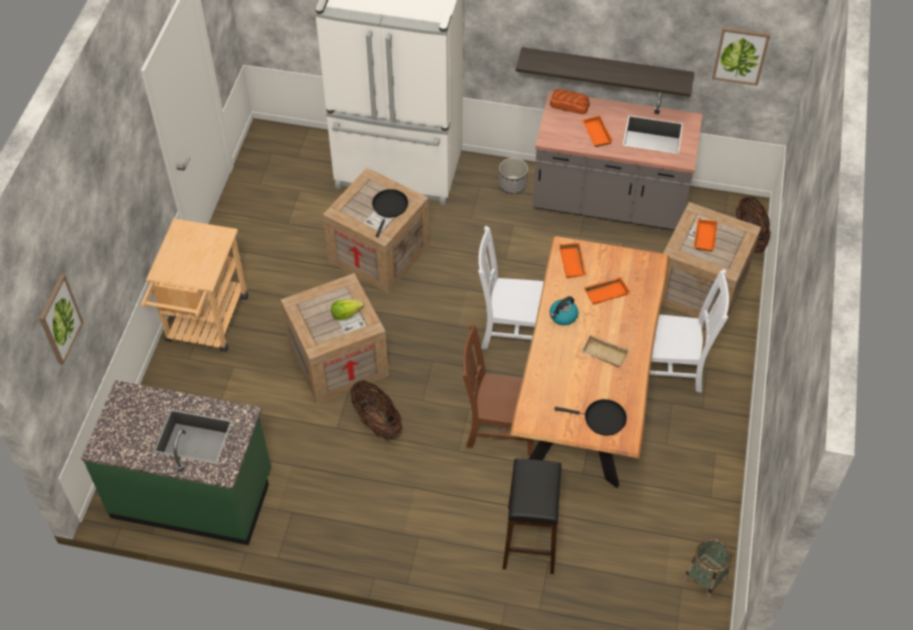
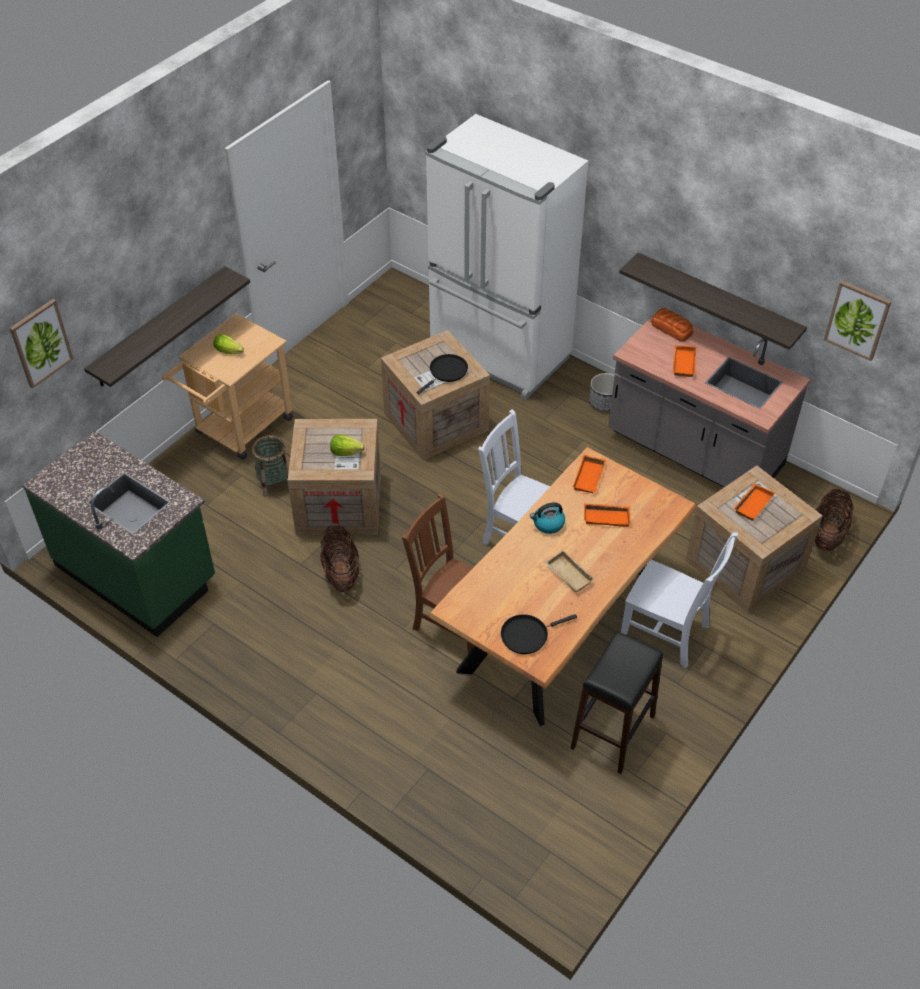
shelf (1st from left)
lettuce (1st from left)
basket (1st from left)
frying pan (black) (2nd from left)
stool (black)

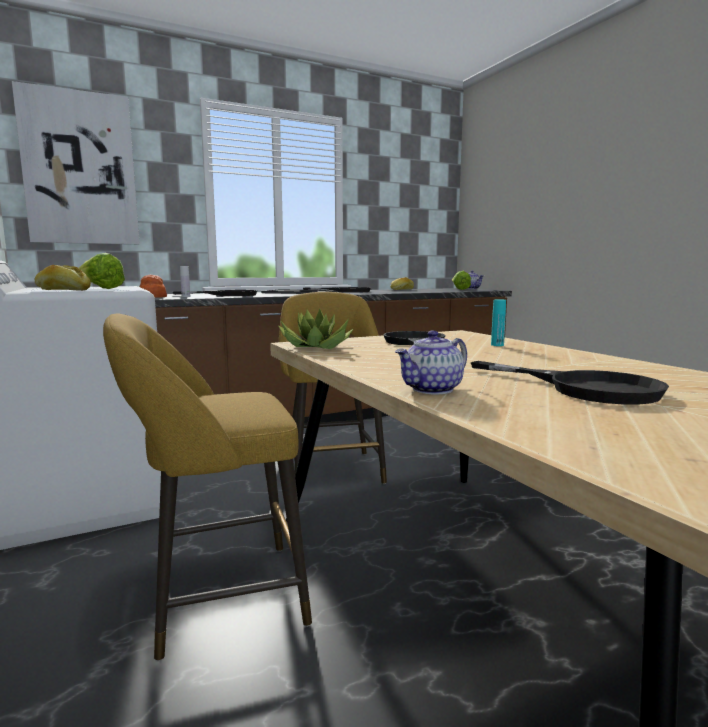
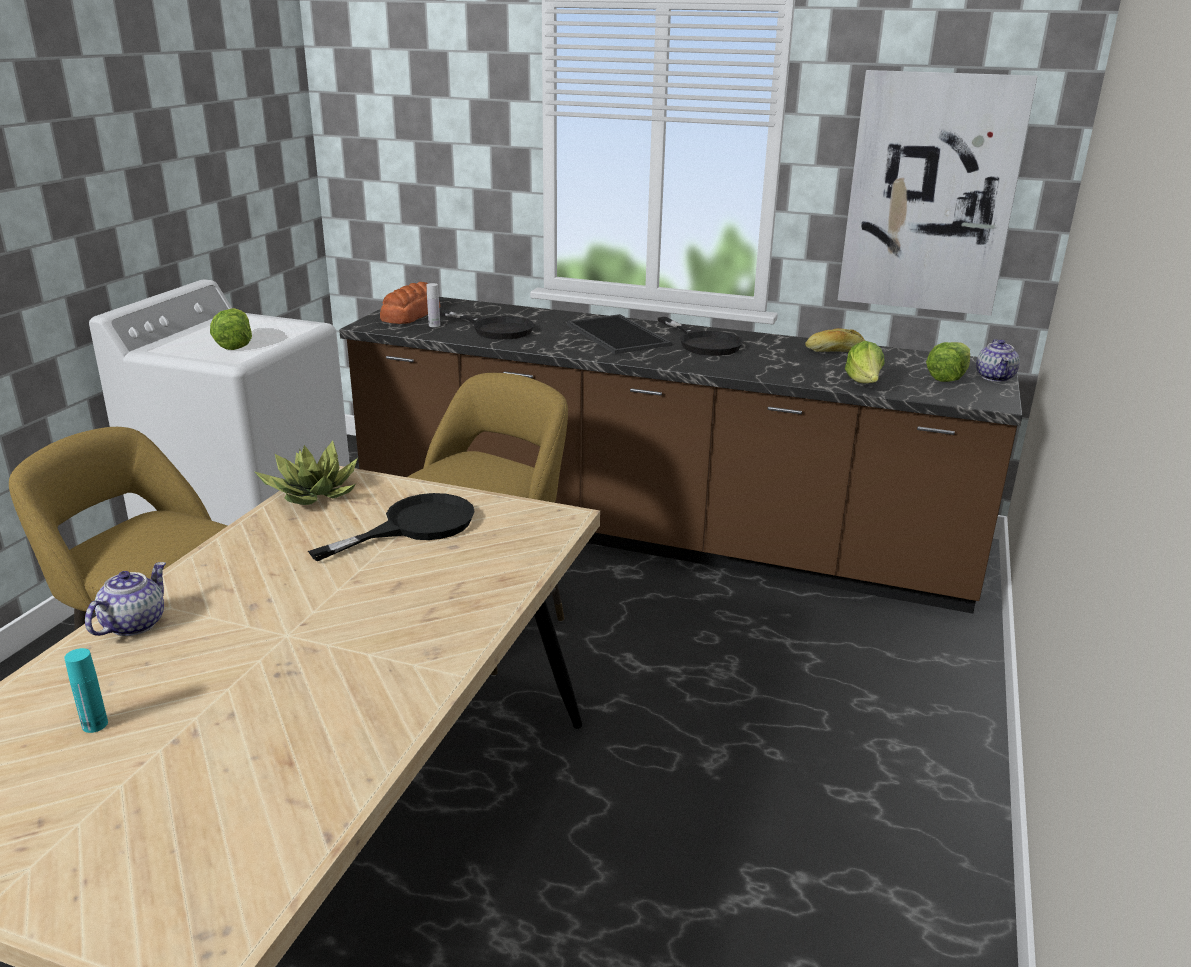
bottle (turquoise)
teapot (1st from left)
picture
lettuce (2nd from left)
bread (1st from left in the first image)
frying pan (black) (4th from left in the first image)

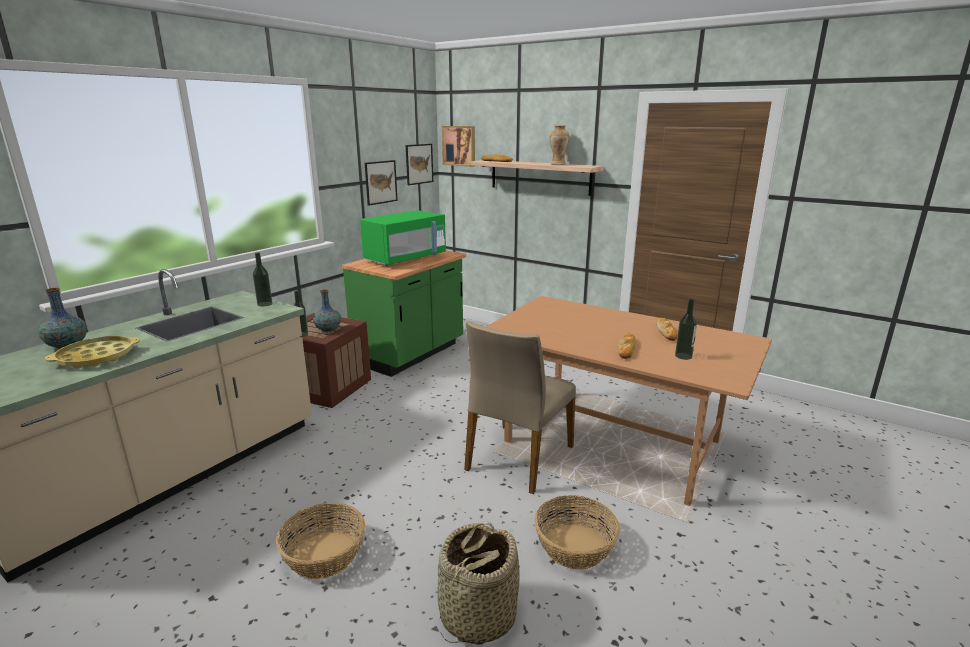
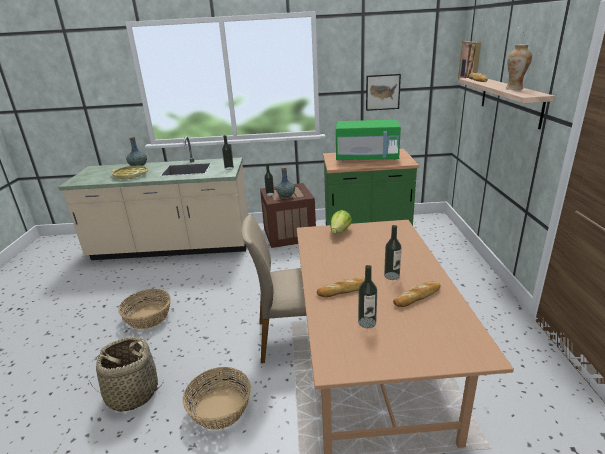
lettuce
bottle (4th from left)
picture (2nd from left in the first image)

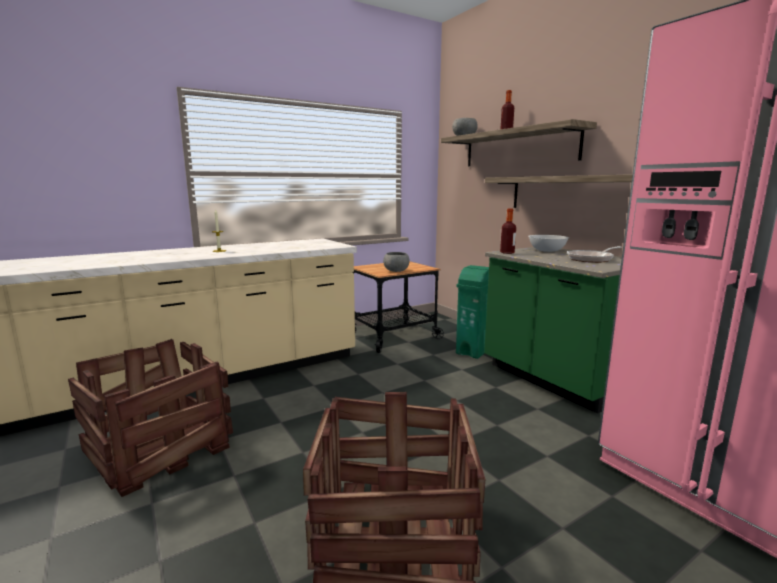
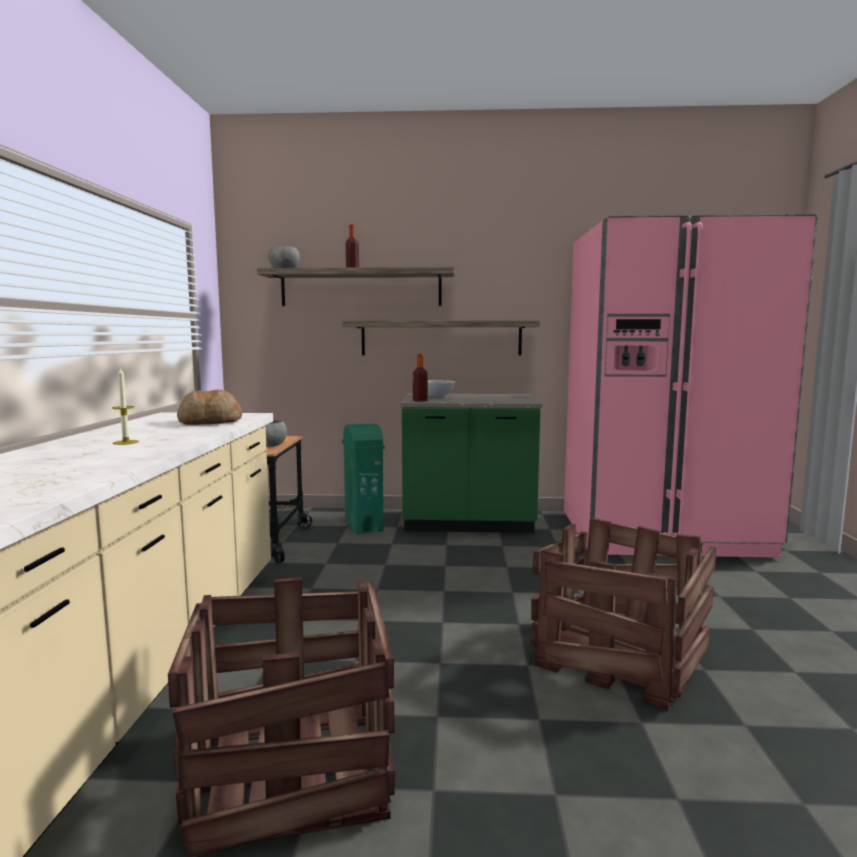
bread
frying pan

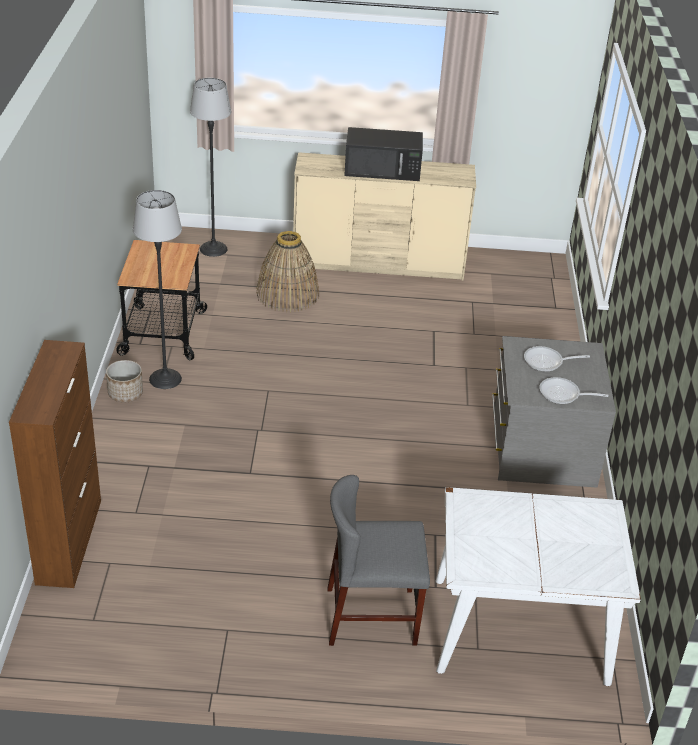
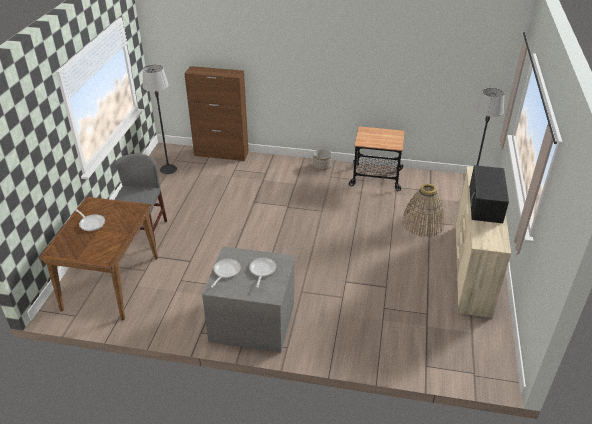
dining table (brown)
frying pan (1st from left)
floor lamp (1st from left)

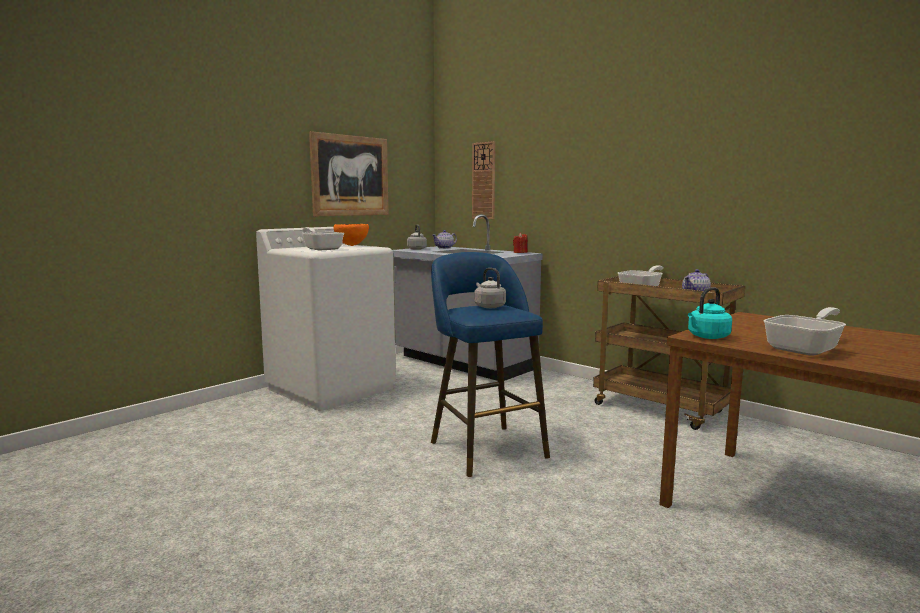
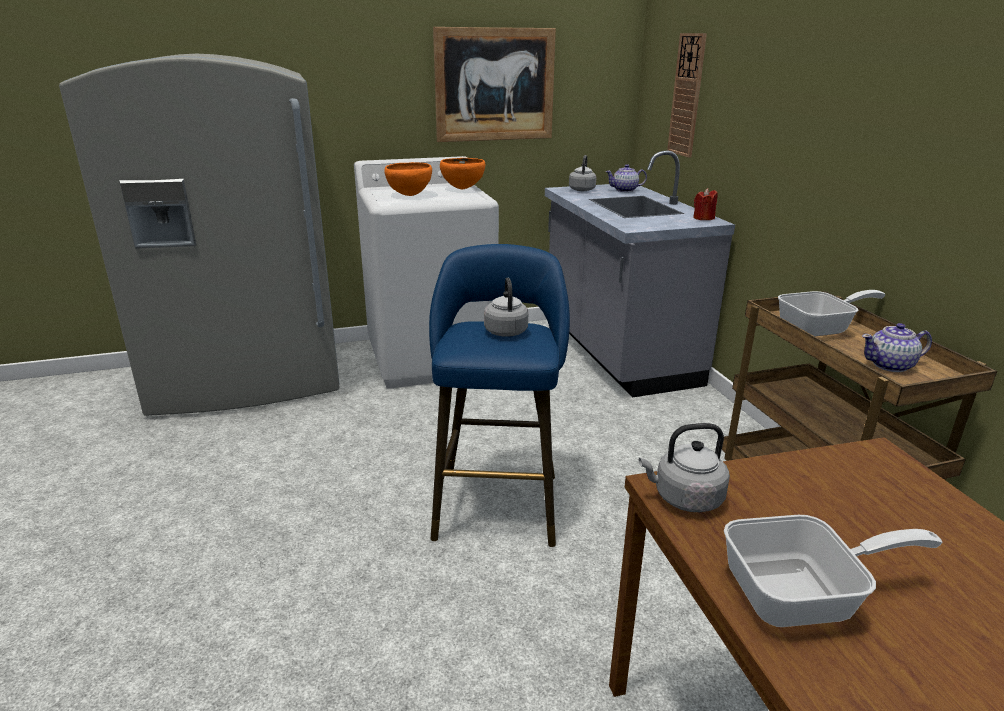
fridge (grey)
bowl (orange) (1st from left)
kettle (grey) (3rd from left)

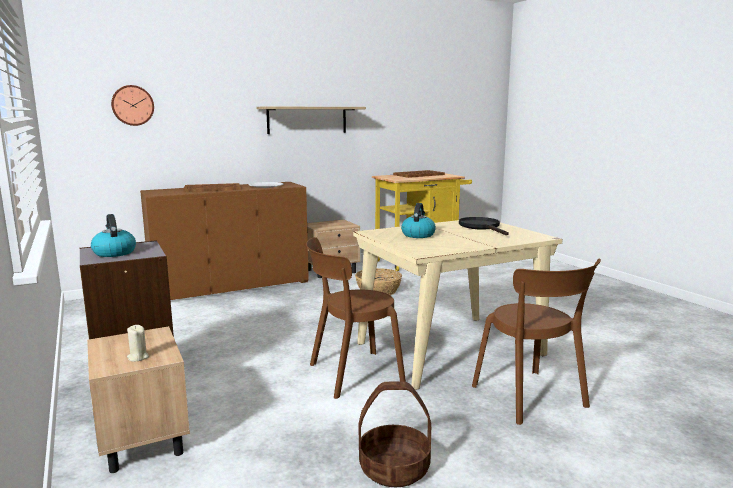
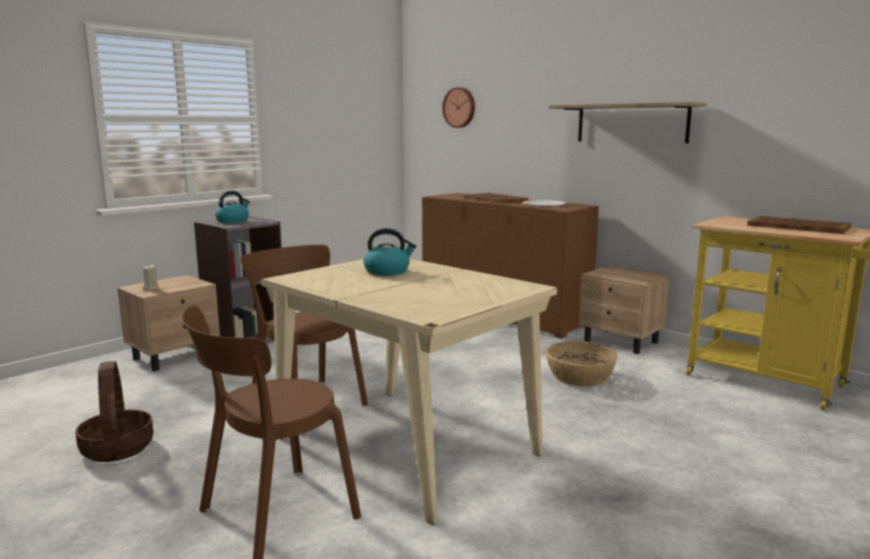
frying pan (black)

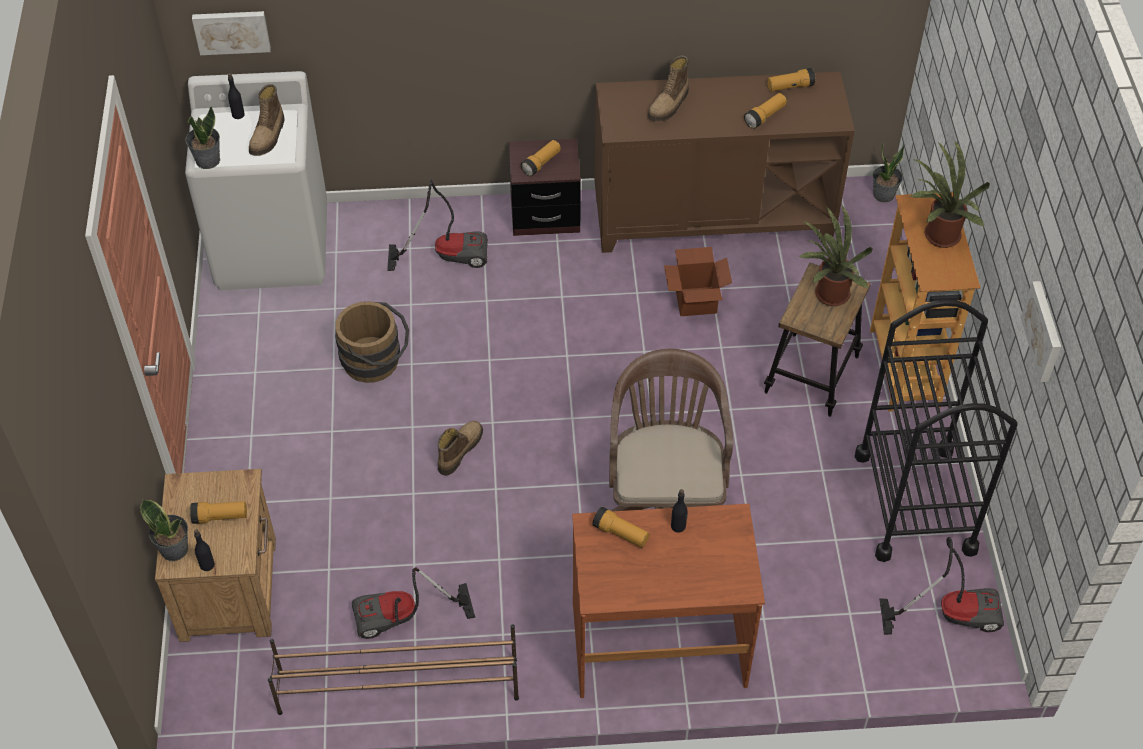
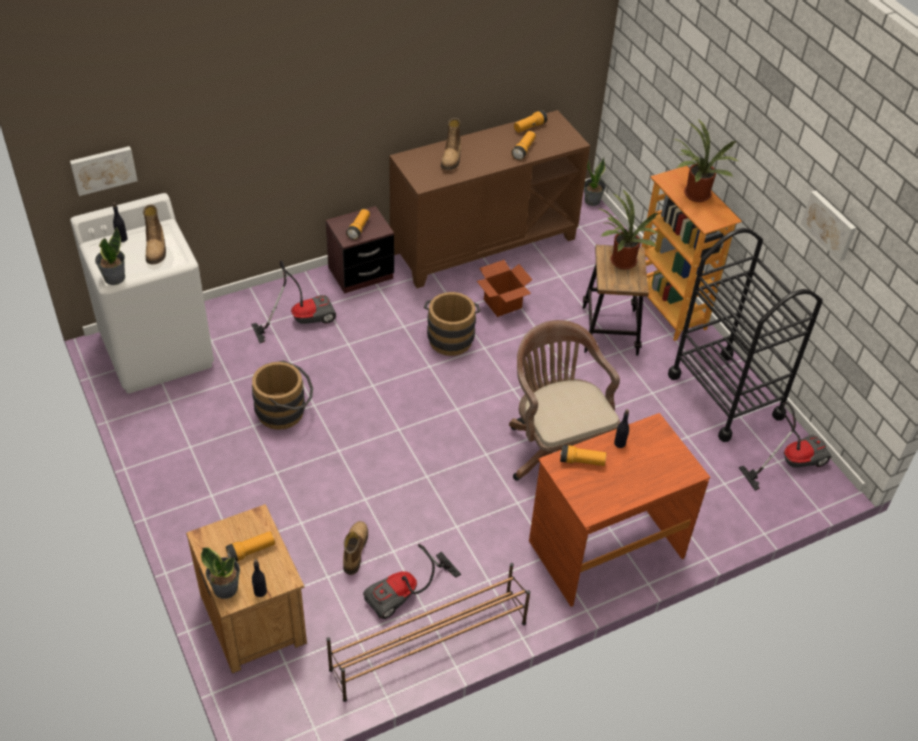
boot (2nd from left)
bucket (brown) (2nd from left)

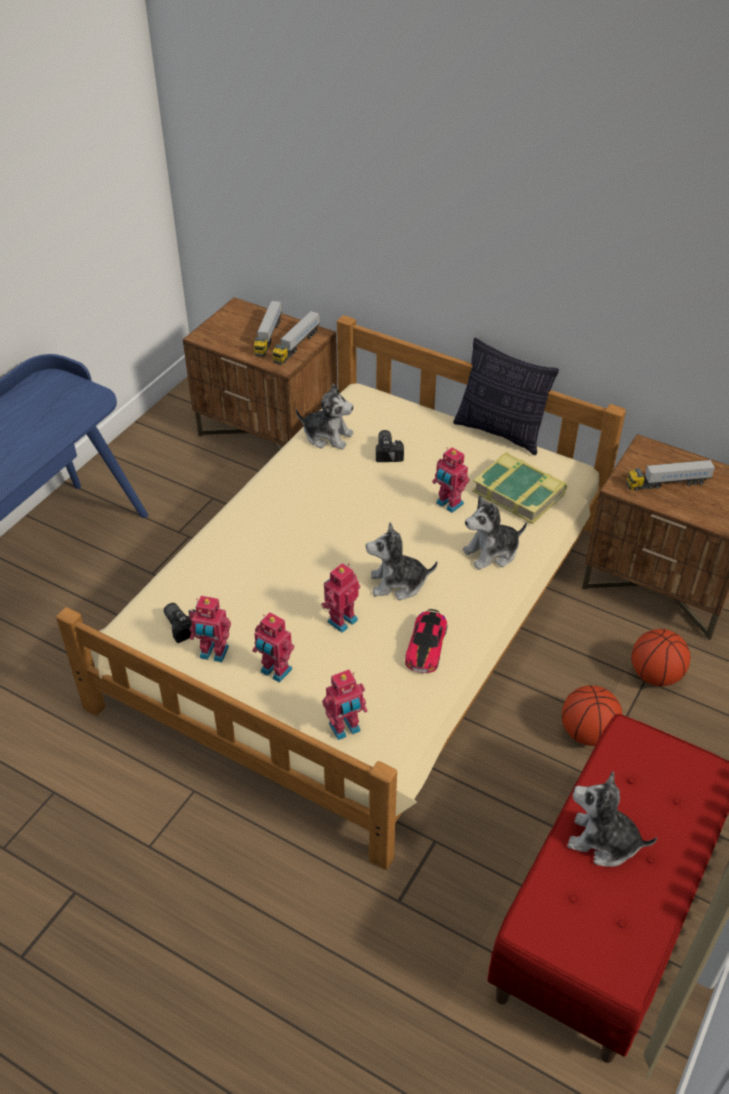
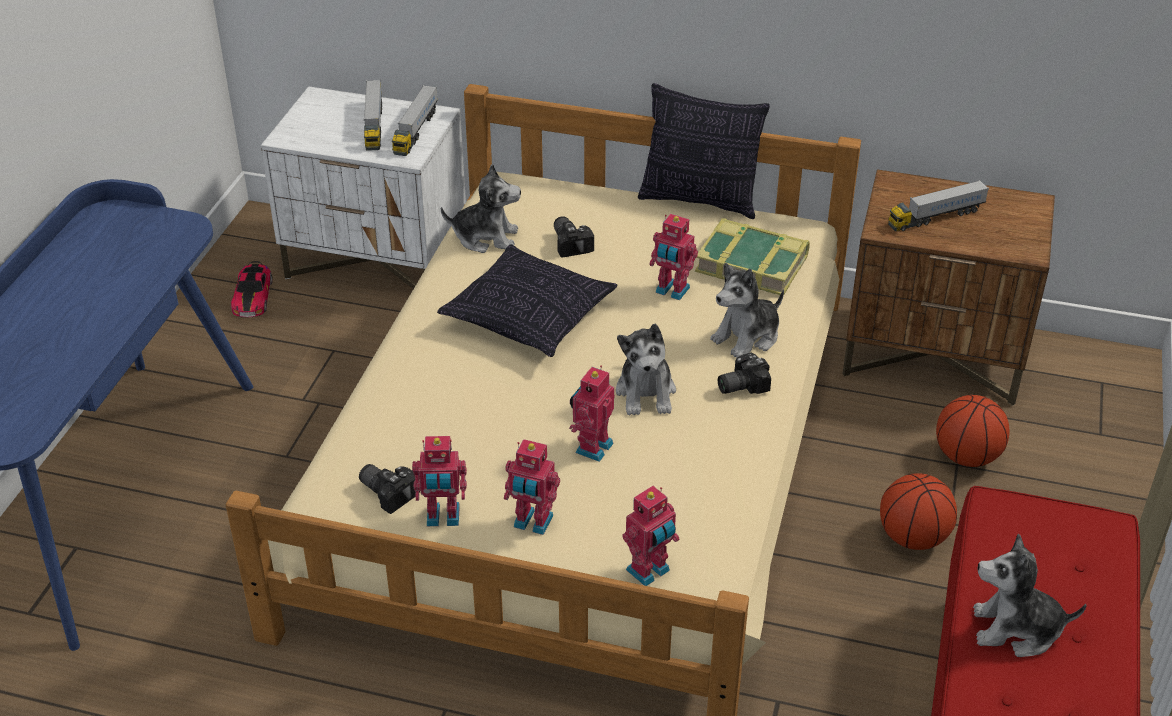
toy car
nightstand (white)
pillow (1st from left)
plush toy (2nd from left)
photo camera (3rd from left)

